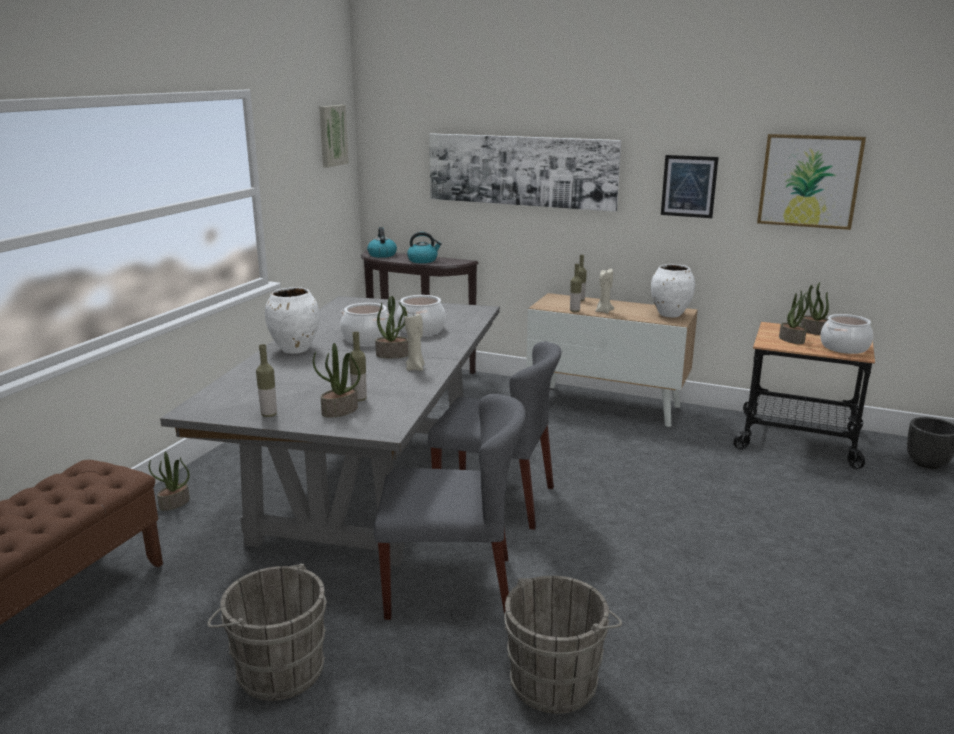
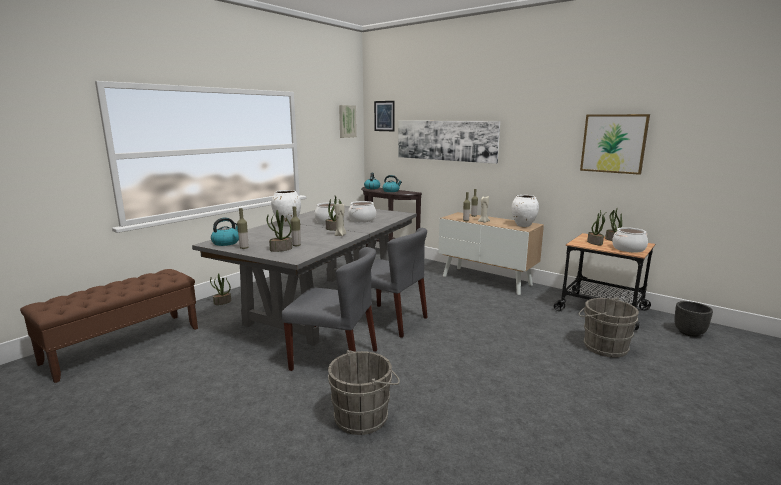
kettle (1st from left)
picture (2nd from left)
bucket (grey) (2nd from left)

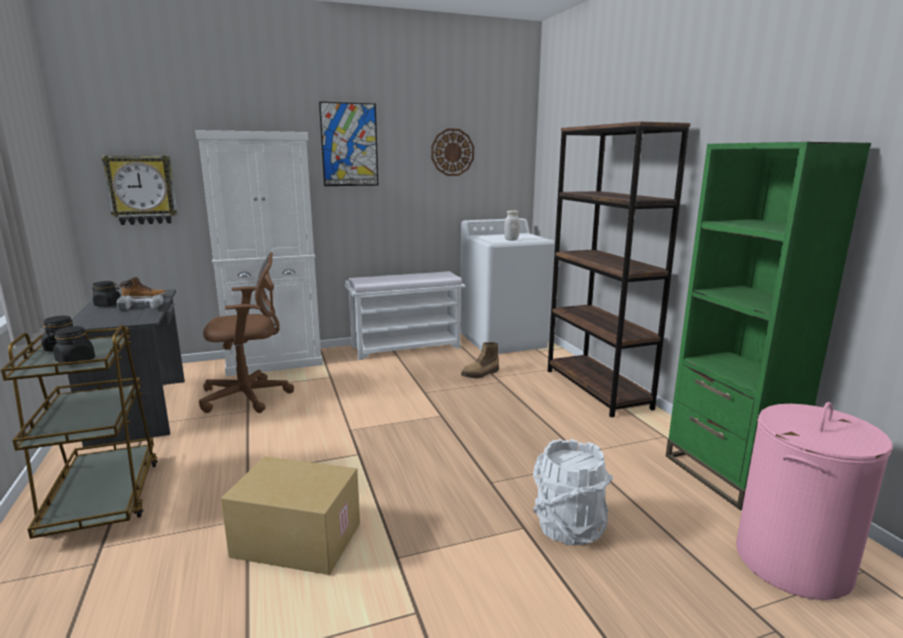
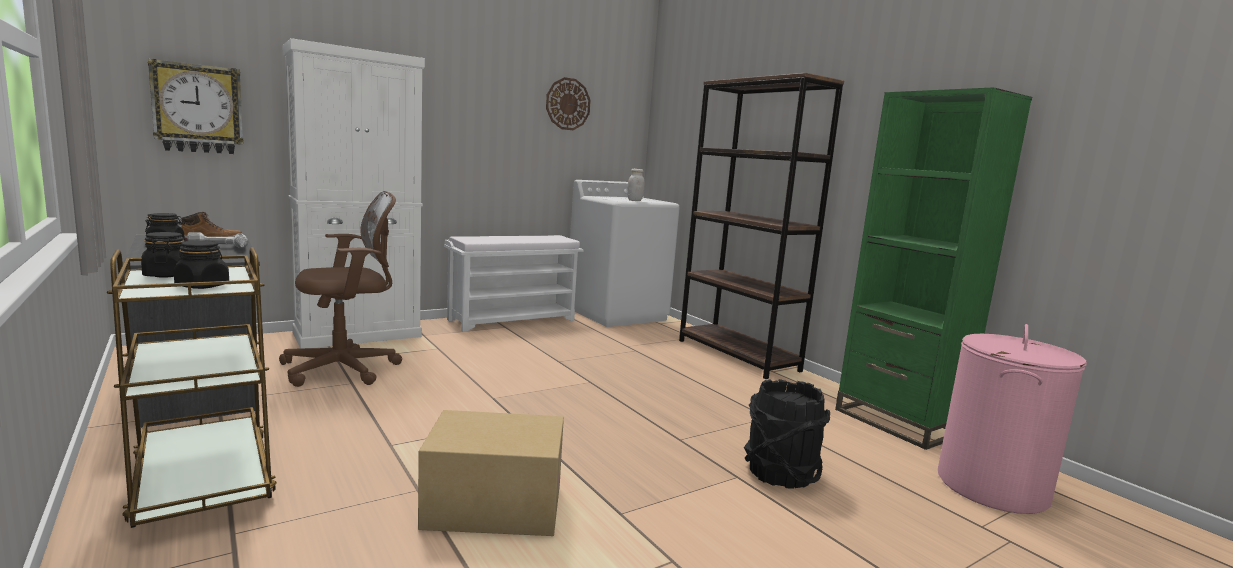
bucket (black)
picture
boot (2nd from left in the first image)

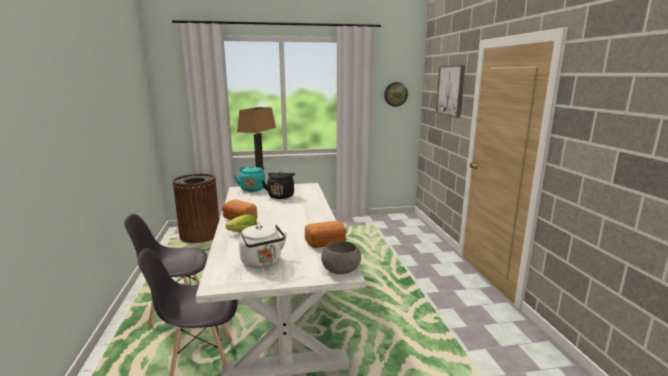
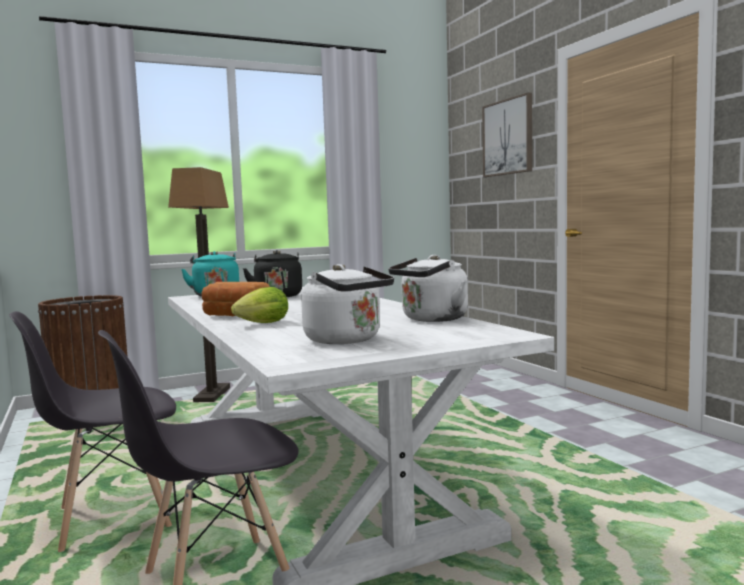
kettle (white) (2nd from left)
bowl (grey)
wall clock

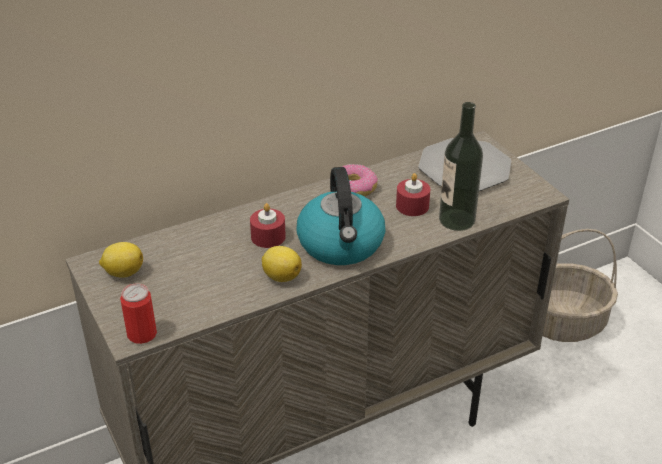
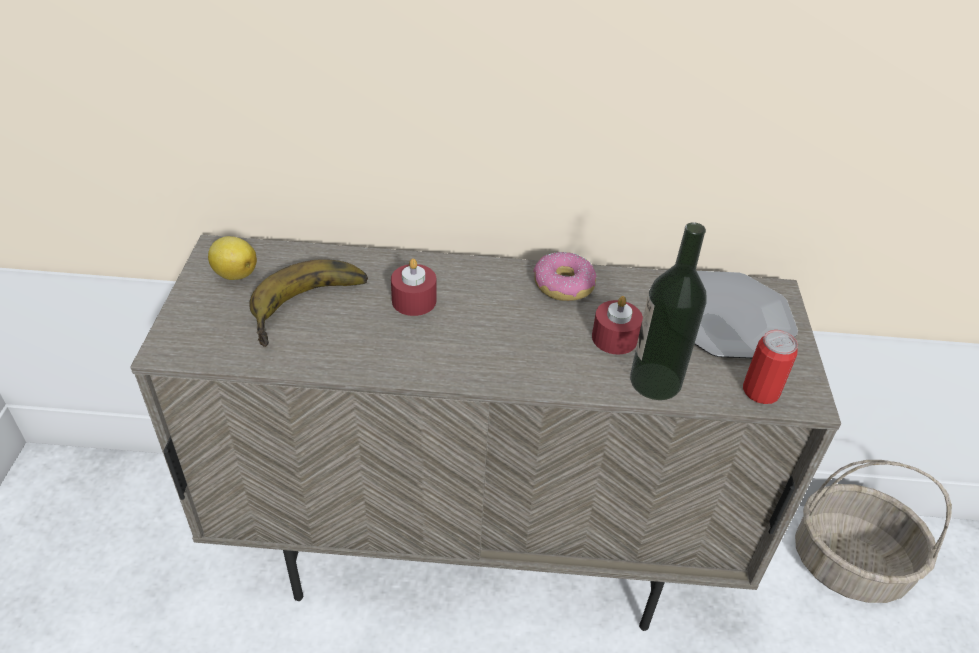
banana
can
lemon (2nd from left in the first image)
kettle

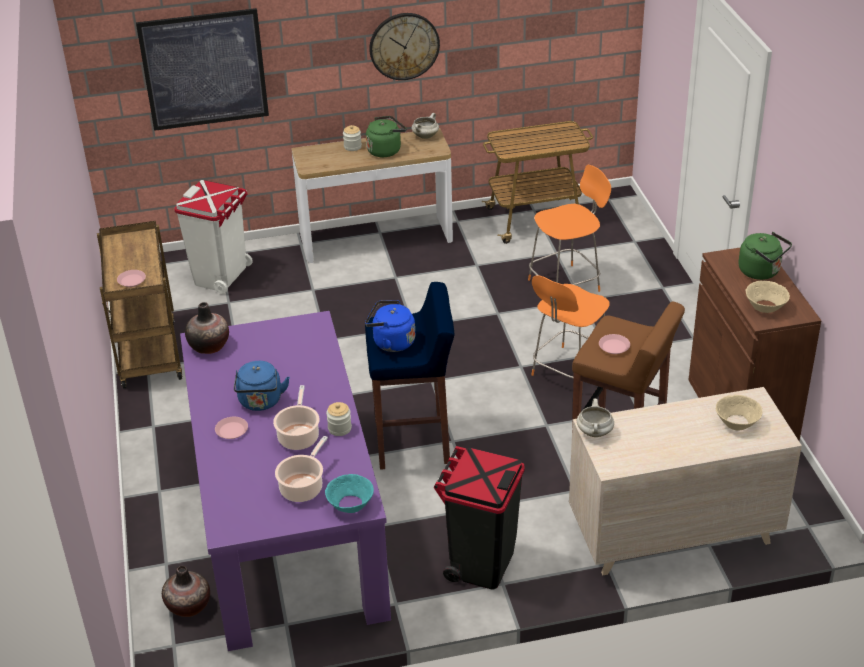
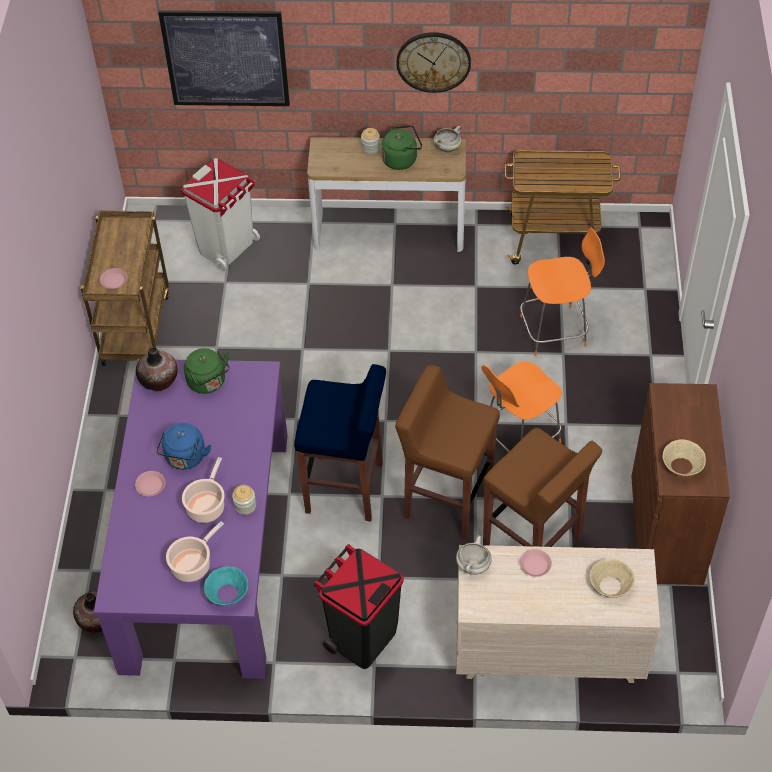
kettle (green) (1st from left)
stool (brown) (1st from left)
plate (pink) (3rd from left)
kettle (blue) (2nd from left in the first image)

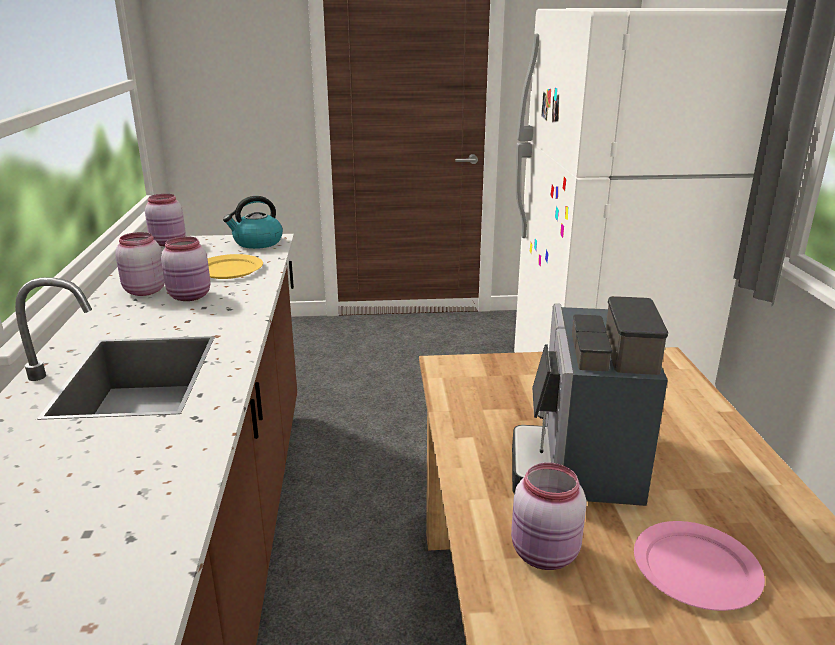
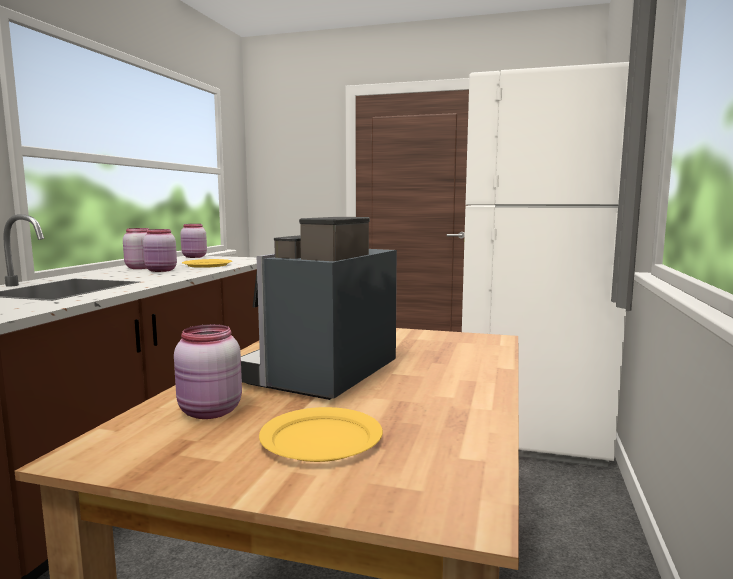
plate (yellow) (2nd from left)
kettle

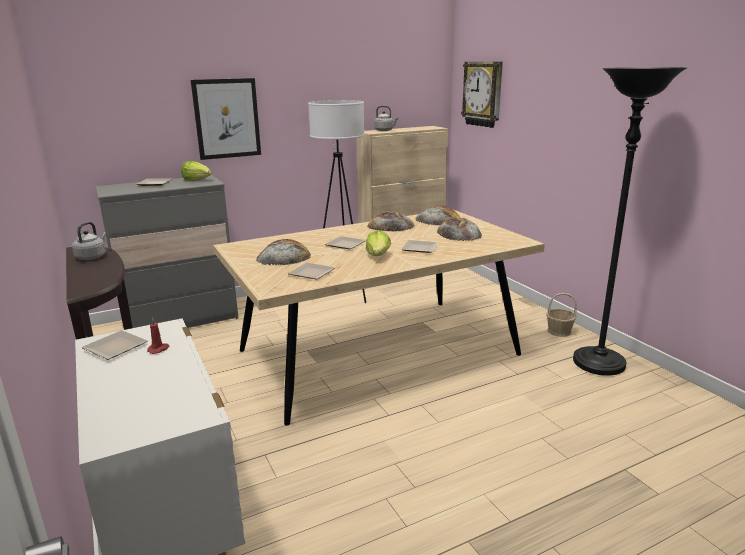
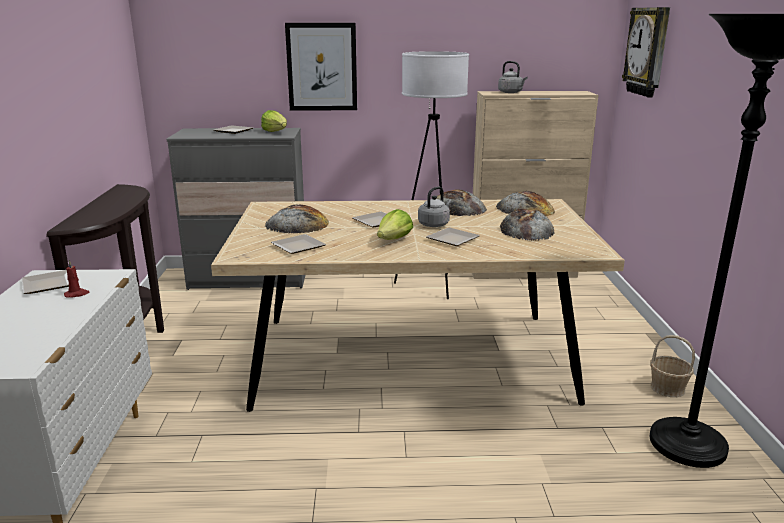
kettle (grey) (1st from left)

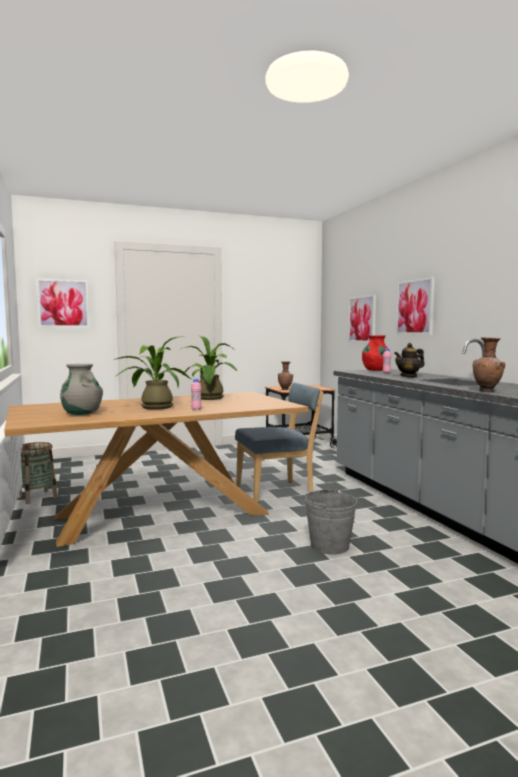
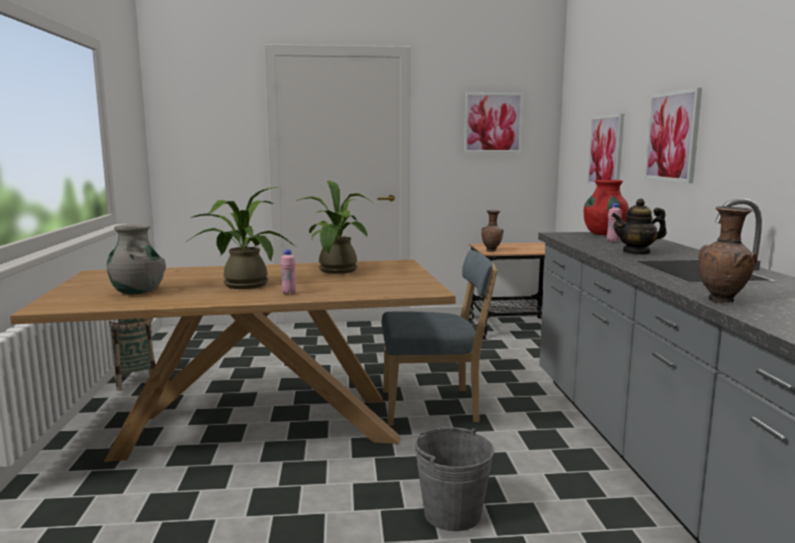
picture (1st from left)

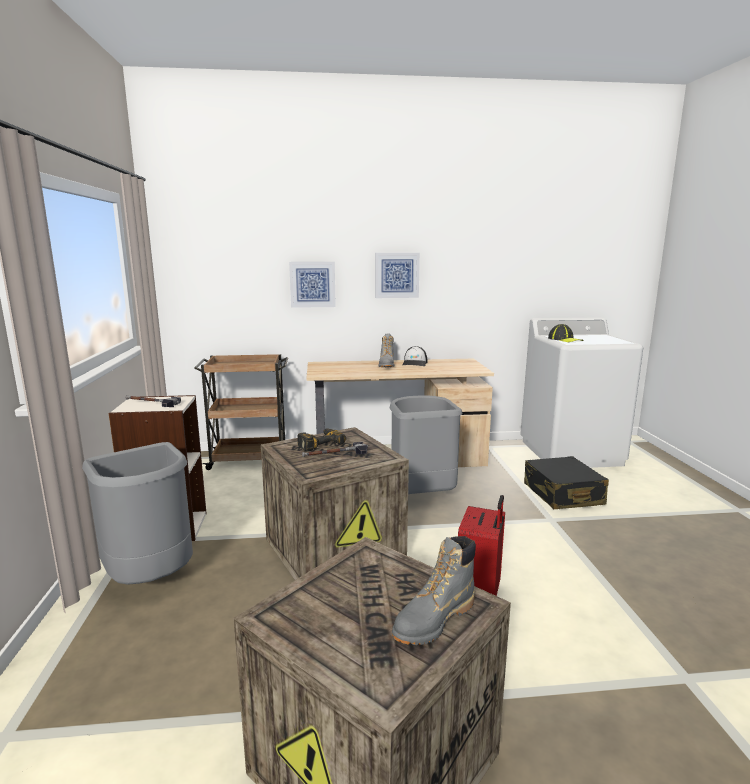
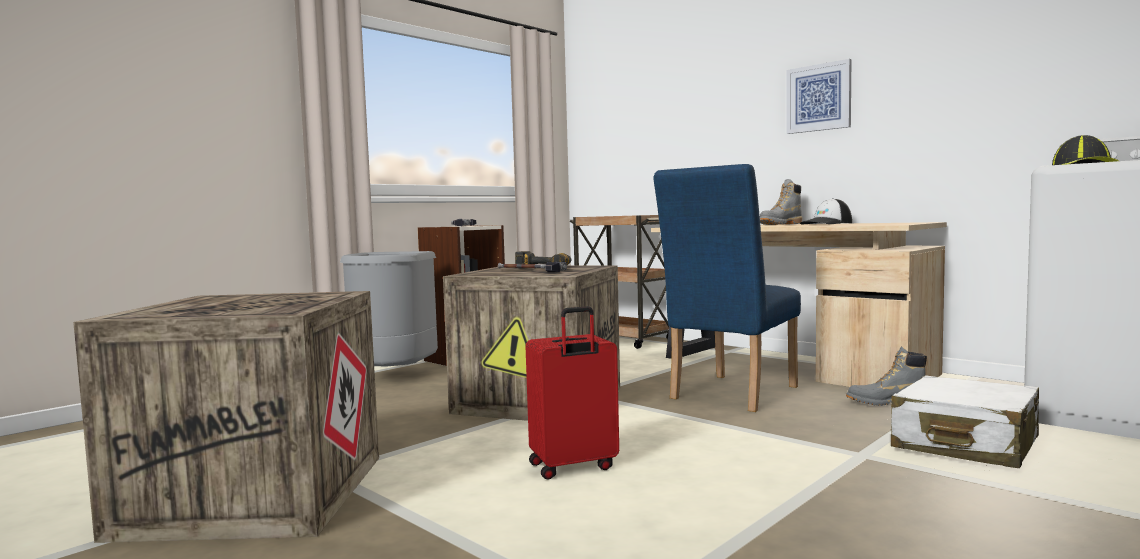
chair (blue)
boot (grey) (2nd from left)
suitcase (white)
picture (1st from left in the first image)

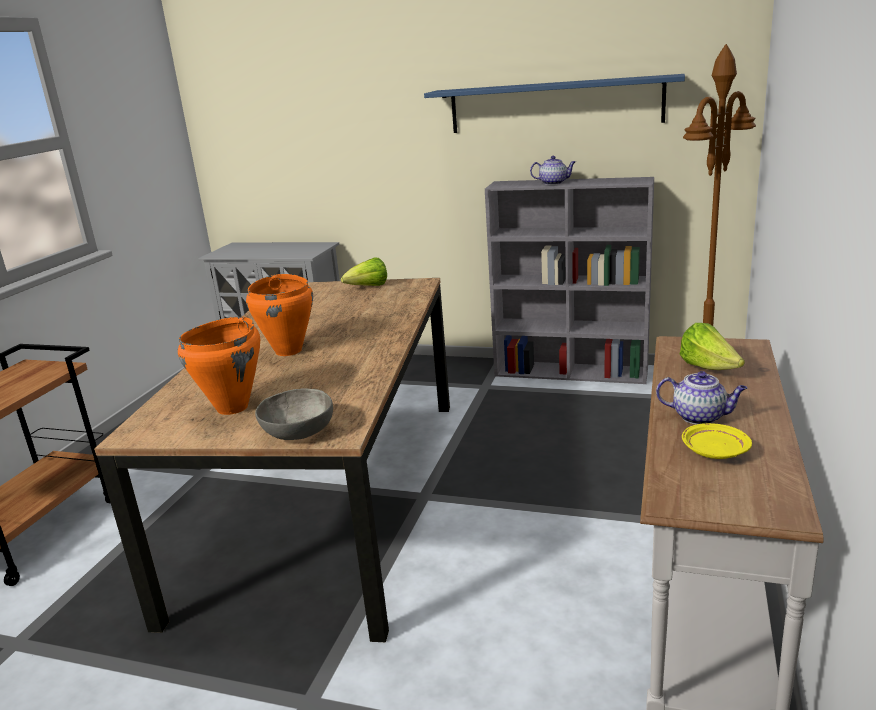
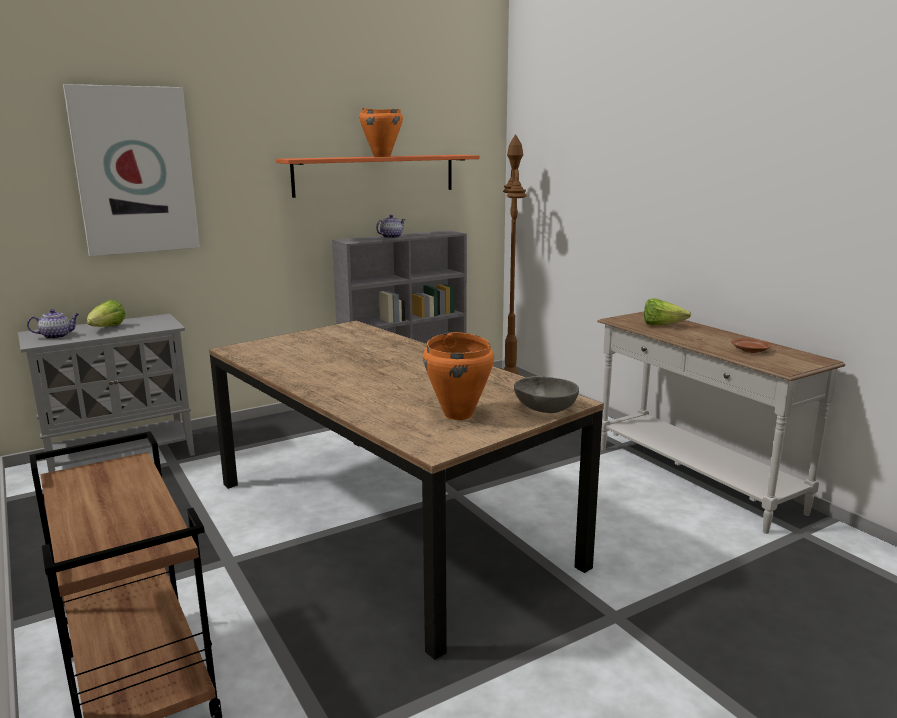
teapot (1st from left)
picture
lettuce (1st from left)
shelf (orange)
cooking pot (orange) (1st from left)
plate (brown)

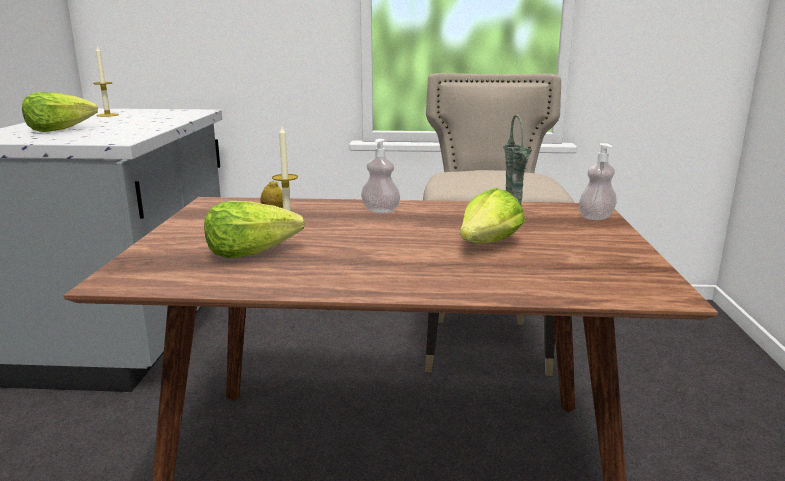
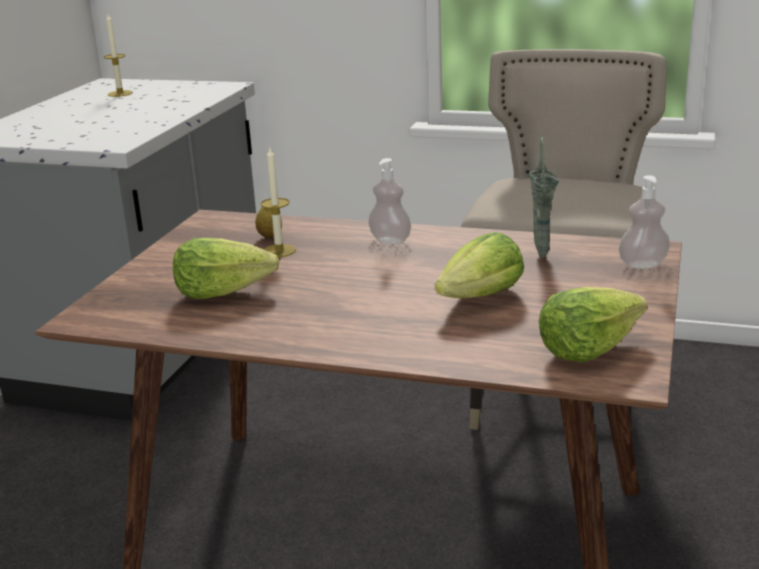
lettuce (3rd from left)

